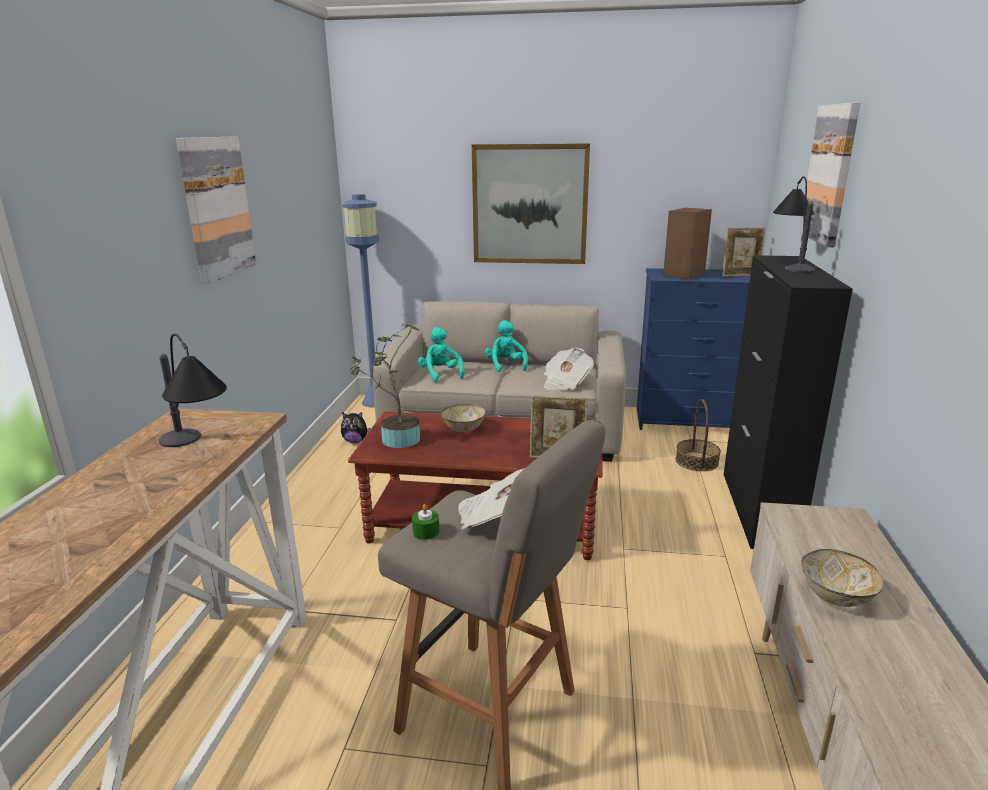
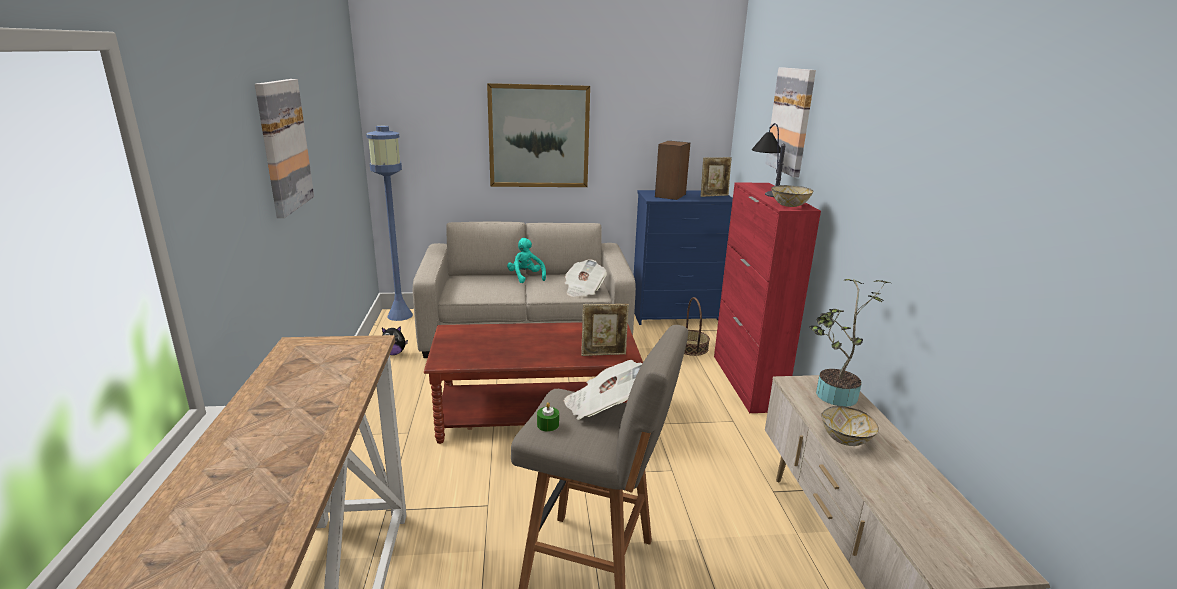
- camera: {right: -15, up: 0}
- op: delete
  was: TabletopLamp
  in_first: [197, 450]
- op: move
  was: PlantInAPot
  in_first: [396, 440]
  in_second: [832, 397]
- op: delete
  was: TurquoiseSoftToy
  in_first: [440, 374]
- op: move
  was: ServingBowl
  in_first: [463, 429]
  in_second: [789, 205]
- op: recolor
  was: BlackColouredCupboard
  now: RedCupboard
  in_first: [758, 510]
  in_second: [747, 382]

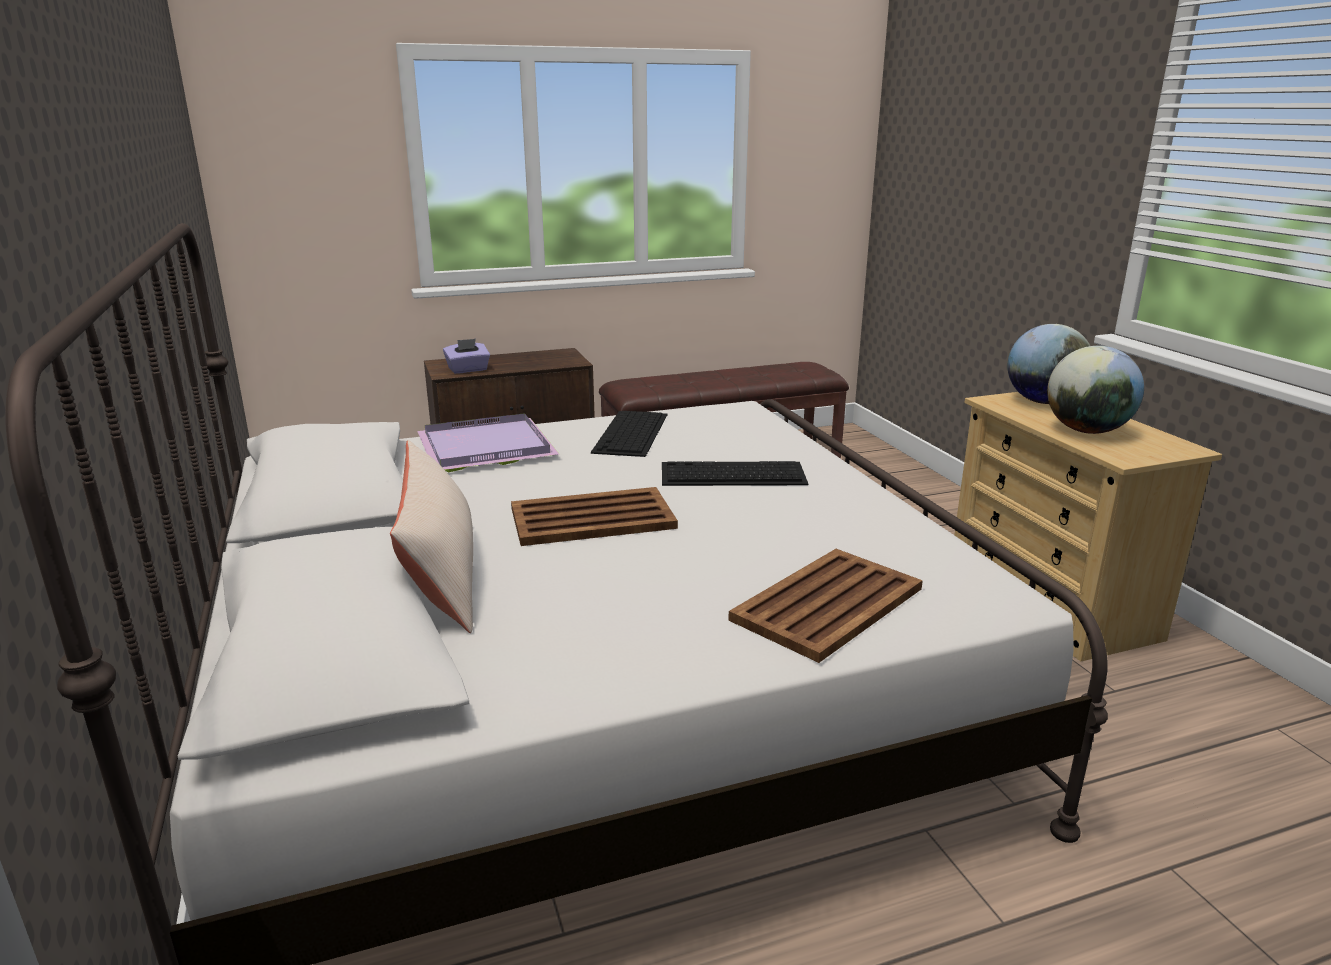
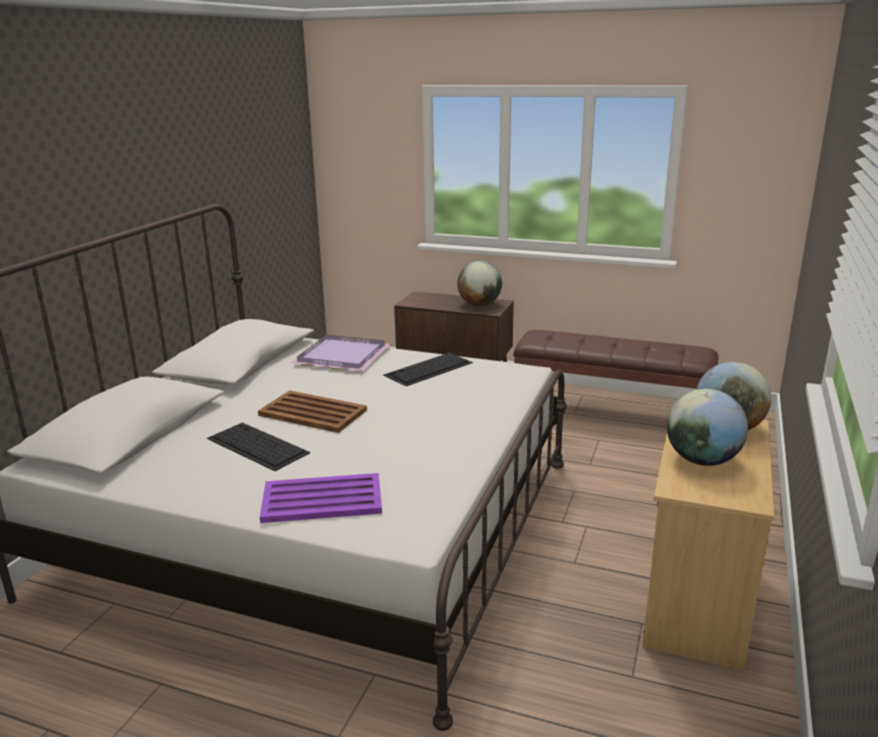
- camera: {right: 40, up: 0}
- op: delete
  was: SandColouredCushion
  in_first: [442, 575]
- op: delete
  was: PurpleColouredBoxOfTissues
  in_first: [468, 370]
- op: move
  was: Keyboard
  in_first: [731, 474]
  in_second: [256, 445]
- op: recolor
  was: BrownServingTray
  now: PurpleColouredServingTray
  in_first: [829, 603]
  in_second: [323, 499]
- op: insert
  now: Globe
  in_second: [479, 305]

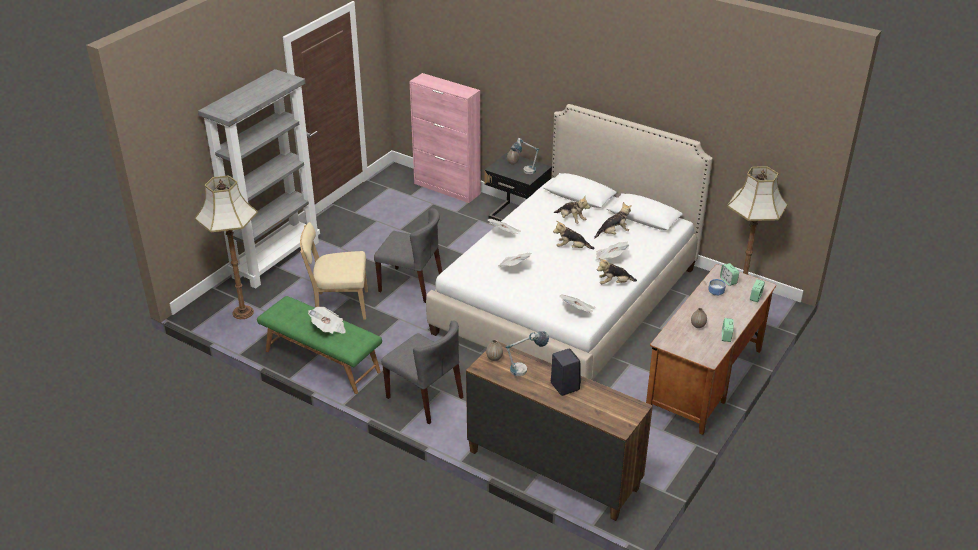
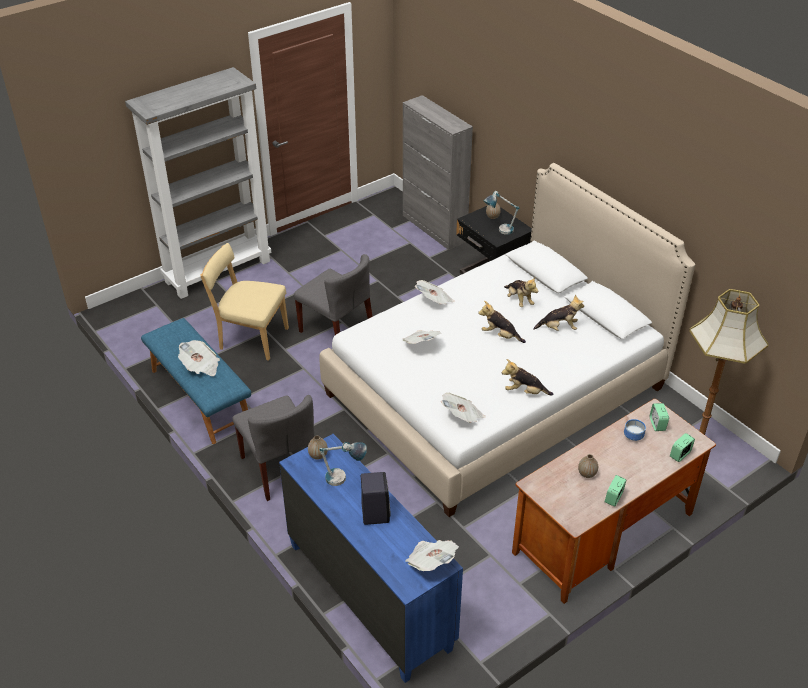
- camera: {right: 20, up: 5}
- op: delete
  was: StandardLamp
  in_first: [243, 312]
- op: recolor
  was: GreenBench
  now: BlueBench
  in_first: [321, 361]
  in_second: [199, 397]
- op: recolor
  was: PinkishCupboard
  now: GreyCupboard
  in_first: [447, 188]
  in_second: [434, 228]
- op: recolor
  was: BrownChestOfDrawers
  now: BlueChestOfDrawers
  in_first: [552, 469]
  in_second: [369, 595]
- op: move
  was: DailyPaper
  in_first: [610, 258]
  in_second: [431, 562]

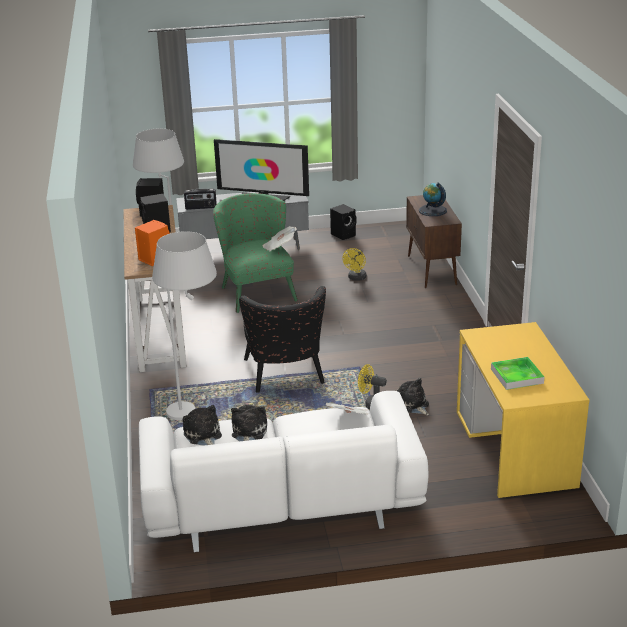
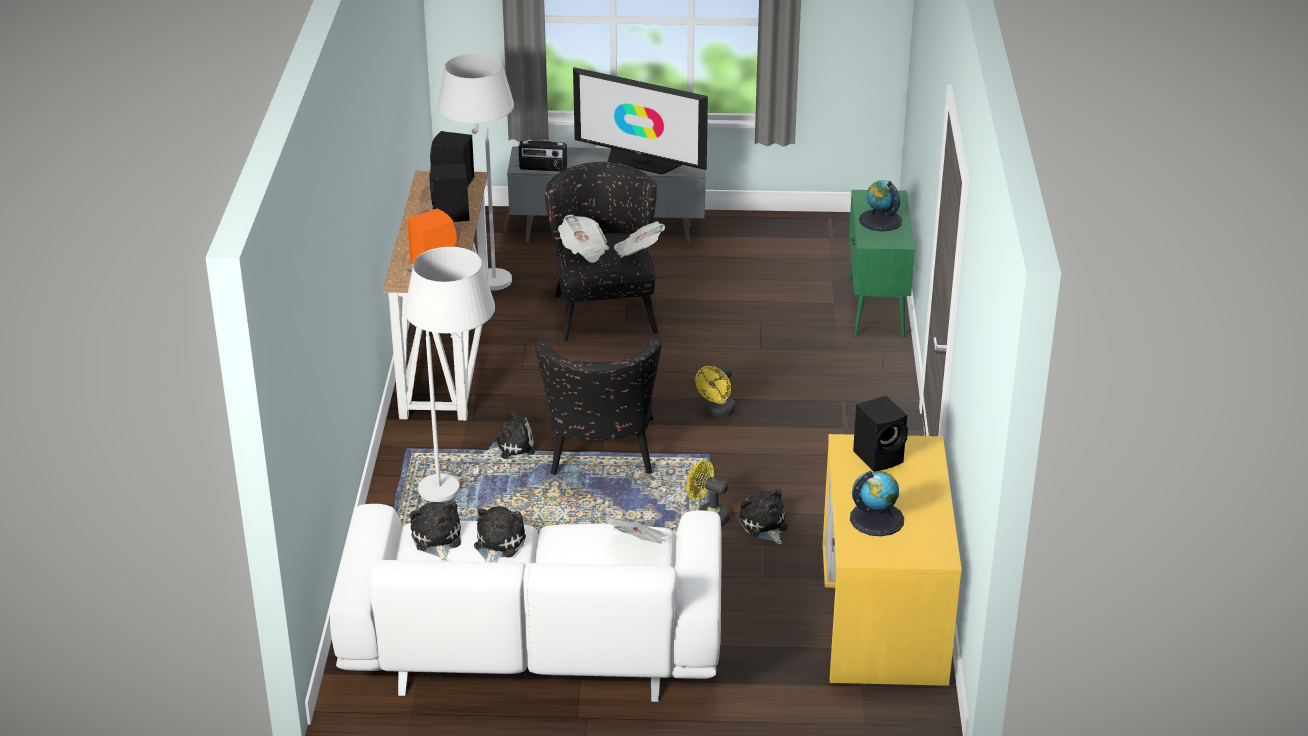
- camera: {right: 10, up: 5}
- op: recolor
  was: GreenEasyChair
  now: BlackColouredEasyChair
  in_first: [256, 290]
  in_second: [603, 307]
- op: move
  was: BlackColouredLoudspeaker
  in_first: [344, 234]
  in_second: [880, 457]
- op: move
  was: YellowFan
  in_first: [356, 278]
  in_second: [717, 412]
- op: recolor
  was: BrownCupboard
  now: GreenCupboard
  in_first: [432, 270]
  in_second: [876, 307]
- op: replace
  was: ServingTray
  now: Globe
  in_first: [517, 376]
  in_second: [877, 519]
- op: insert
  now: SoftToy
  in_second: [511, 447]
- op: insert
  now: DailyPaper
  in_second: [584, 250]

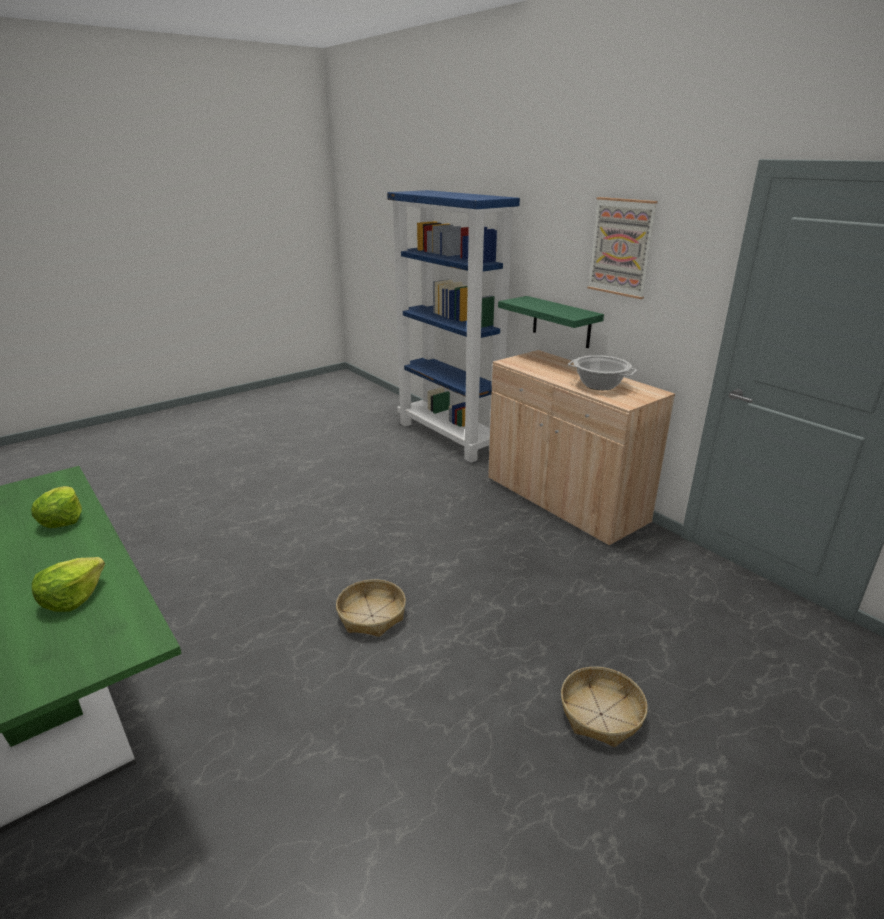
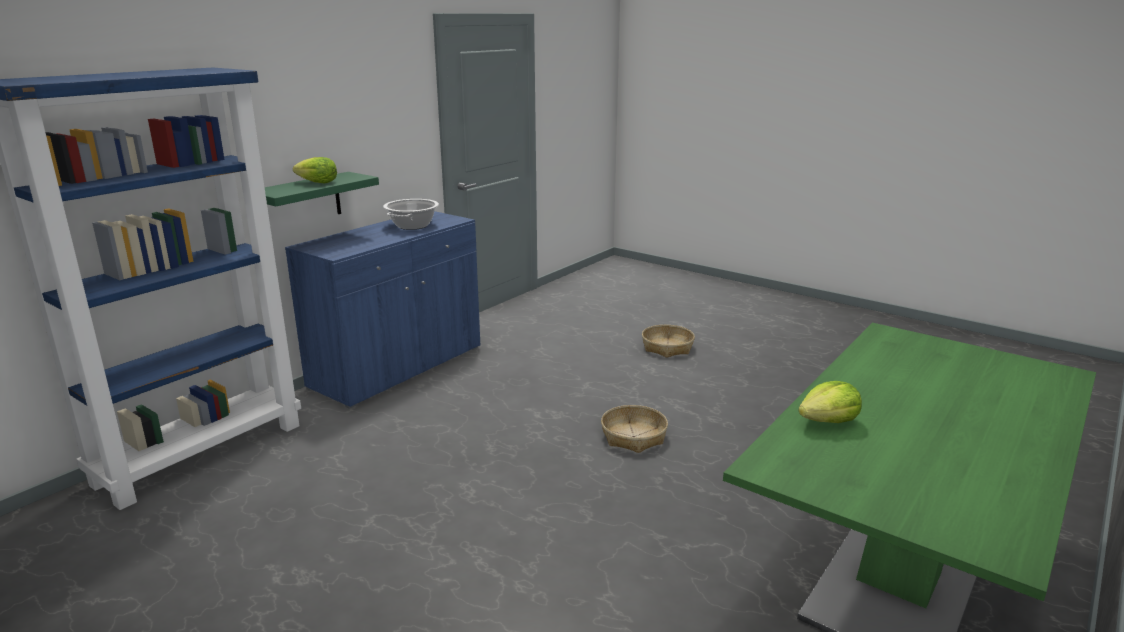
- camera: {right: -105, up: -5}
- op: move
  was: LettuceHead
  in_first: [72, 598]
  in_second: [317, 183]
- op: recolor
  was: SandColouredCupboard
  now: BlueCupboard
  in_first: [564, 501]
  in_second: [398, 367]
- op: delete
  was: Picture
  in_first: [621, 247]

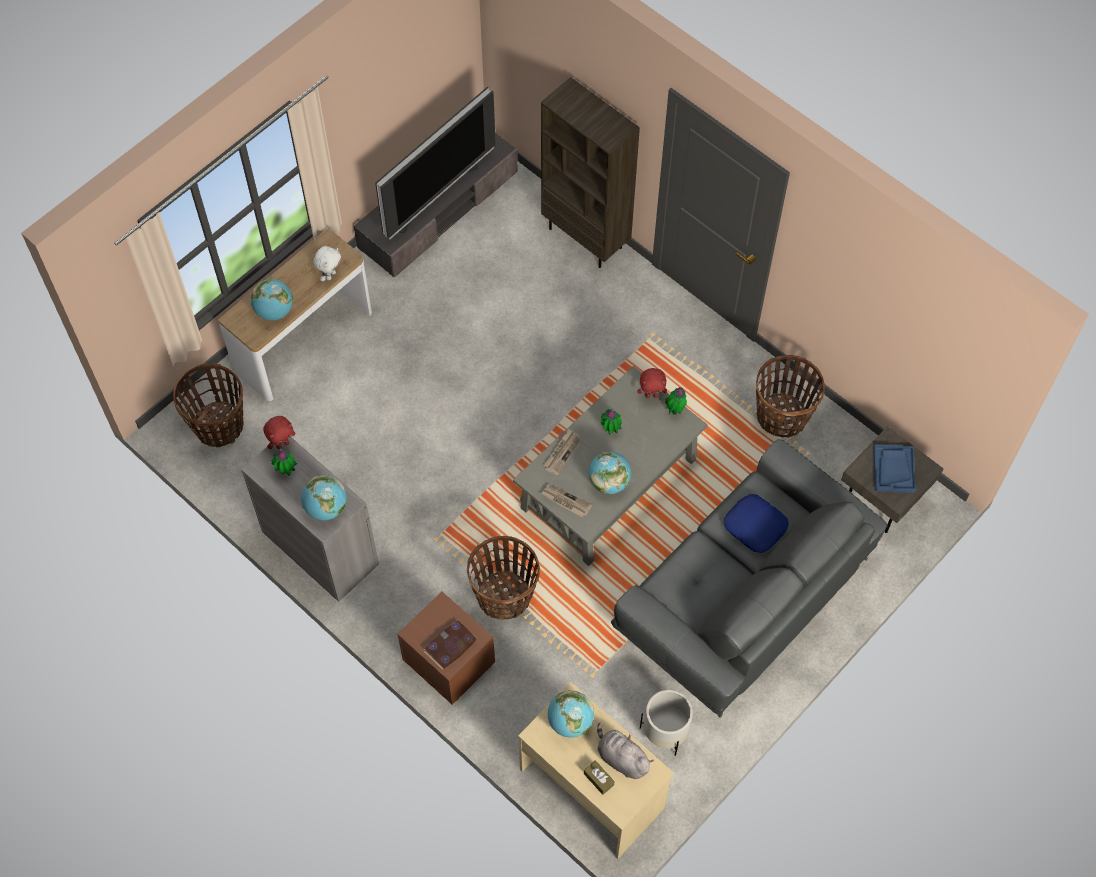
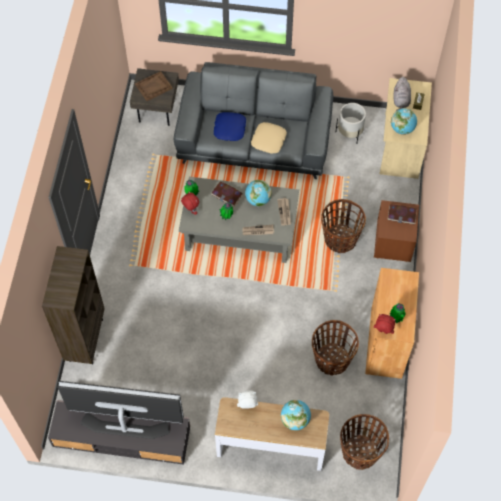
- camera: {right: -125, up: 0}
- op: recolor
  was: GreyCupboard
  now: BrownCupboard
  in_first: [320, 548]
  in_second: [386, 342]
- op: delete
  was: Globe
  in_first: [326, 508]
- op: move
  was: HouseholdBasket
  in_first: [782, 416]
  in_second: [332, 359]
- op: recolor
  was: BlueServingTray
  now: BrownServingTray
  in_first: [893, 469]
  in_second: [153, 87]
- op: insert
  now: BoundBook
  in_second: [227, 194]
- op: insert
  now: SandColouredCushion
  in_second: [269, 140]

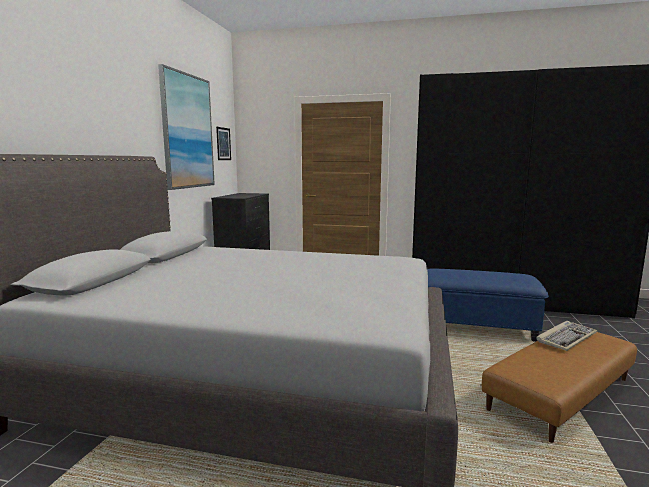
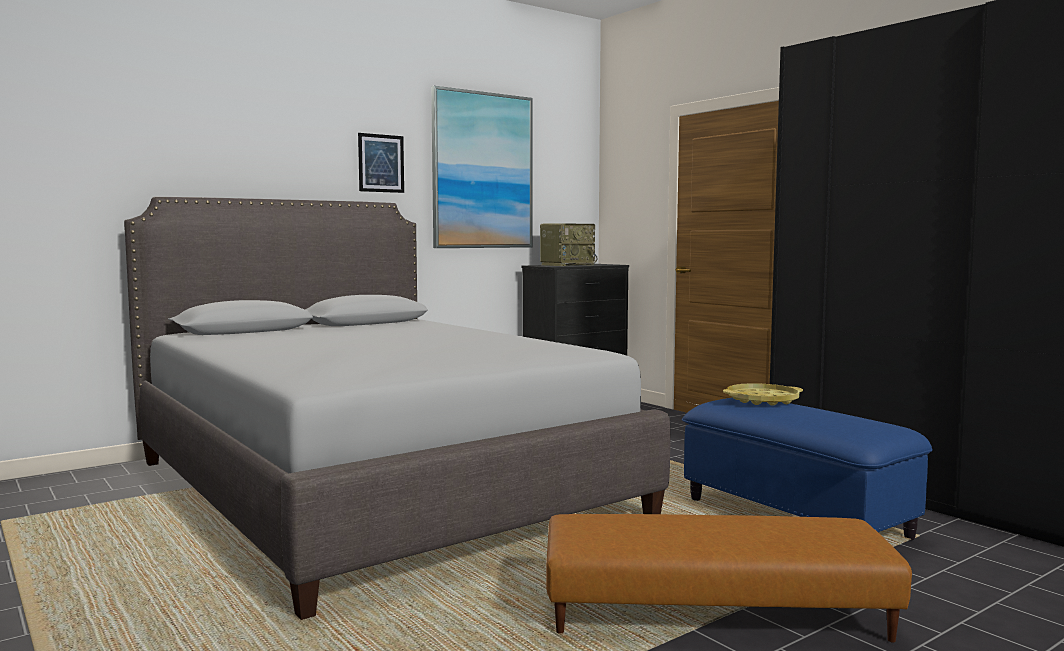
- camera: {right: 40, up: -5}
- op: move
  was: Picture
  in_first: [223, 144]
  in_second: [381, 163]
- op: delete
  was: Keyboard
  in_first: [566, 337]
- op: insert
  now: RadioReceiver
  in_second: [567, 265]
- op: insert
  now: YellowServingTray
  in_second: [762, 400]

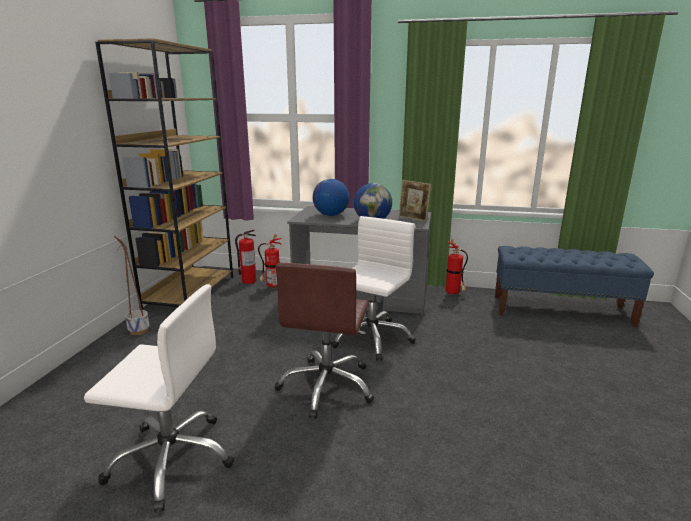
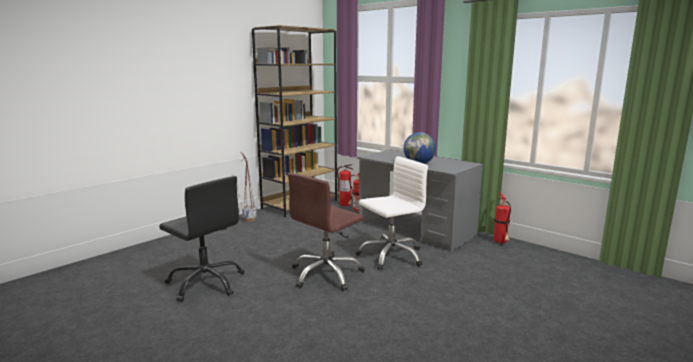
- camera: {right: 30, up: -5}
- op: recolor
  was: WhiteDeskChair
  now: BlackColouredDeskChair
  in_first: [172, 458]
  in_second: [206, 283]
- op: delete
  was: Globe
  in_first: [330, 215]
- op: delete
  was: StandingFrame
  in_first: [413, 219]
- op: delete
  was: BlueBench
  in_first: [561, 310]

